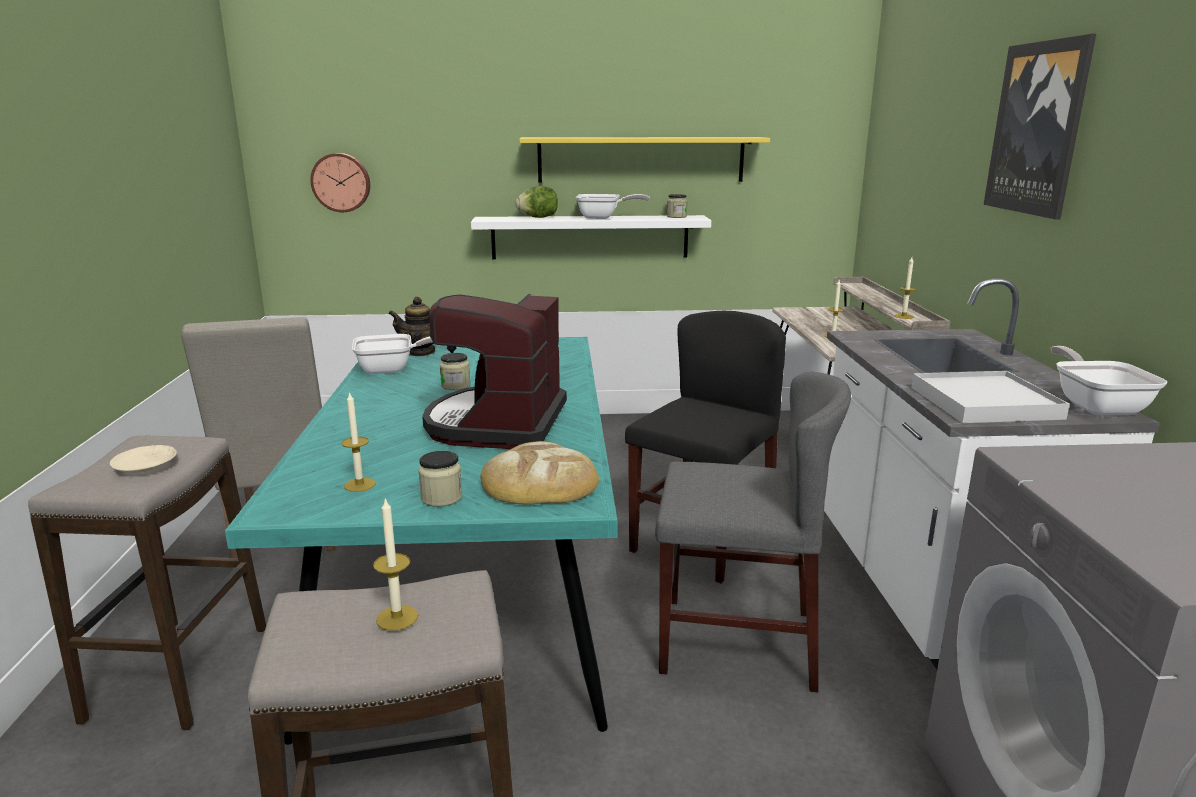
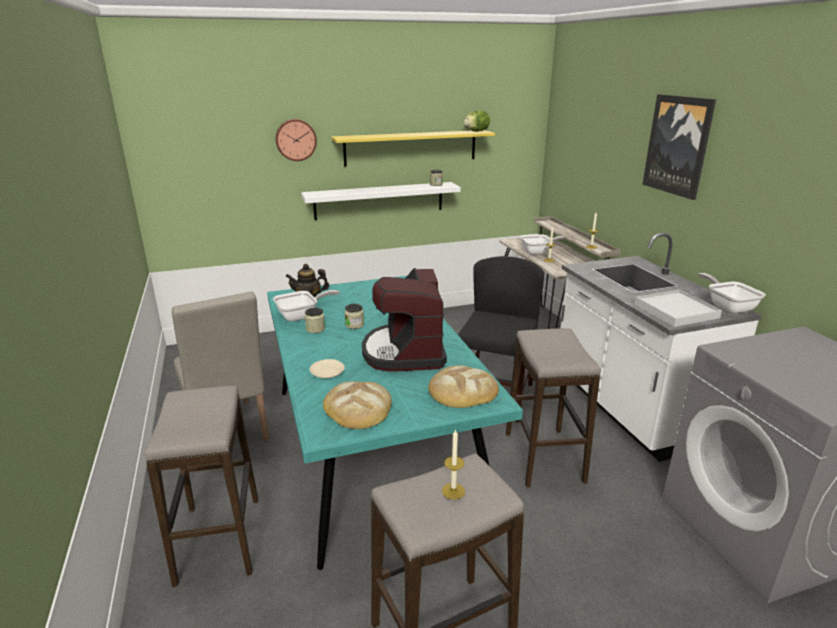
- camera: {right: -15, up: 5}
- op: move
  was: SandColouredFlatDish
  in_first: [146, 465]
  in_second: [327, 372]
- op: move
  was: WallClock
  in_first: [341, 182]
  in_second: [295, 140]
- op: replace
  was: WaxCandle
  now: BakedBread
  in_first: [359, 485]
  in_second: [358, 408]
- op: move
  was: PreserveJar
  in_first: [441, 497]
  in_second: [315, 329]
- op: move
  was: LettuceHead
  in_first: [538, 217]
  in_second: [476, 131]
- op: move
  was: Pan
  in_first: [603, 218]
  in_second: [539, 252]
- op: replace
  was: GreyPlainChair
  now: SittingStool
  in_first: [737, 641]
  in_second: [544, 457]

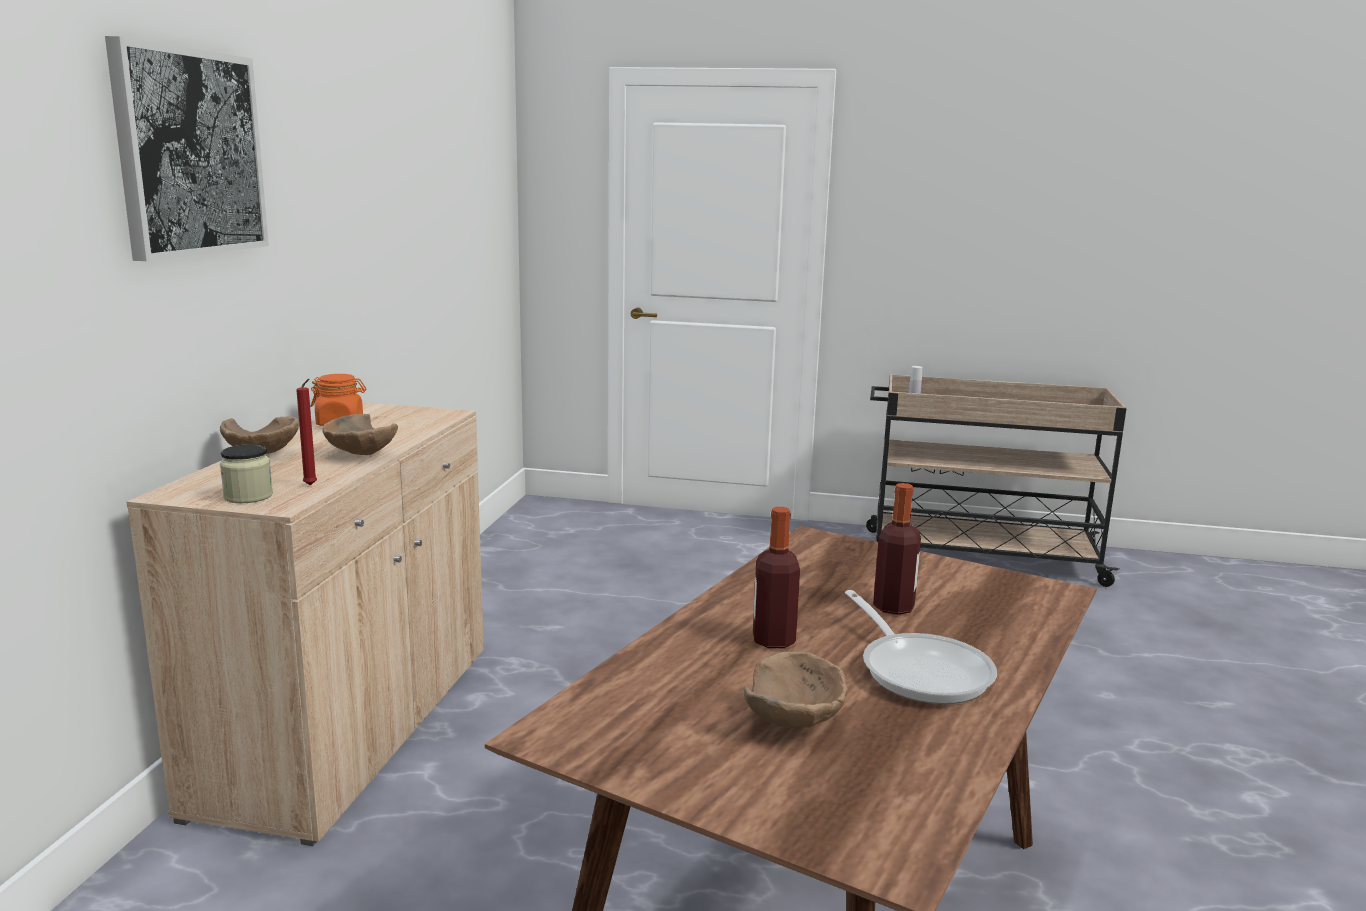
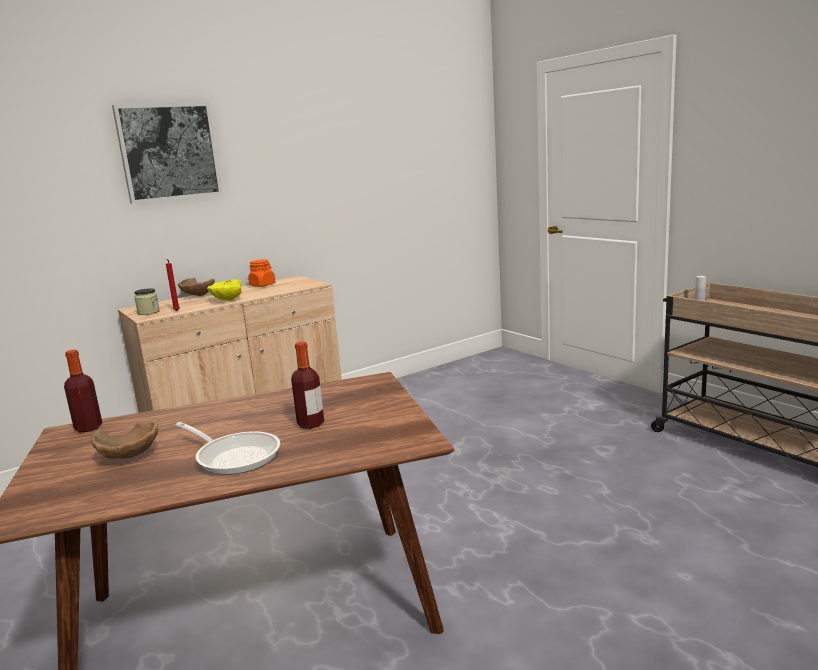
- camera: {right: 45, up: 0}
- op: recolor
  was: BrownServingBowl
  now: YellowServingBowl
  in_first: [359, 456]
  in_second: [226, 300]
- op: move
  was: Bottle
  in_first: [773, 640]
  in_second: [88, 428]
- op: rotate
  was: Pan
  in_first: [920, 670]
  in_second: [234, 456]
  clockwise: -75

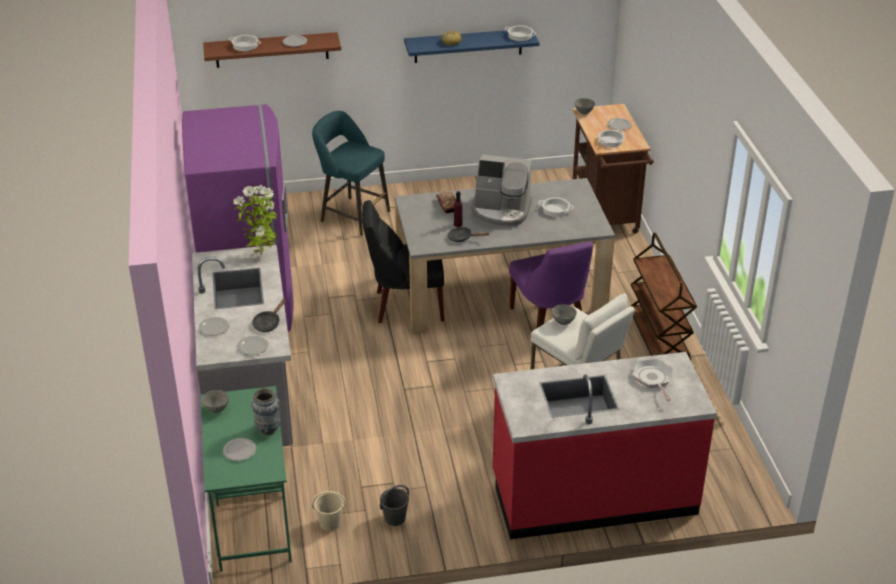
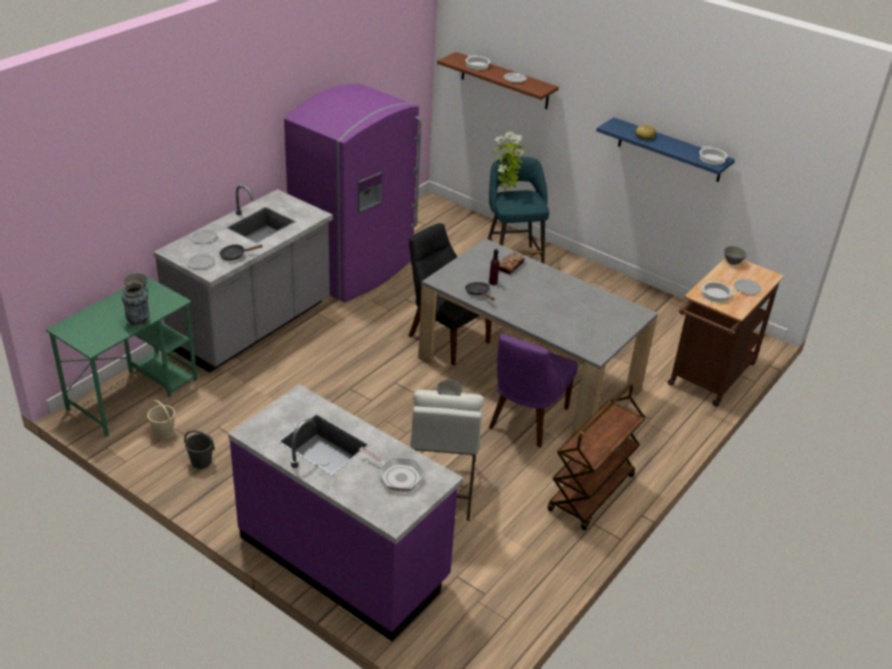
- camera: {right: 45, up: 0}
- op: delete
  was: FlatDish
  in_first: [240, 450]
- op: move
  was: PlantInAPot
  in_first: [261, 255]
  in_second: [505, 192]
- op: delete
  was: CoffeeBrewer
  in_first: [501, 211]
- op: recolor
  was: RedCounter
  now: PurpleColouredCounter
  in_first: [593, 494]
  in_second: [344, 558]
- op: delete
  was: Saucepot
  in_first: [556, 209]
- op: rotate
  was: Pan
  in_first: [653, 379]
  in_second: [397, 476]
  clockwise: 90

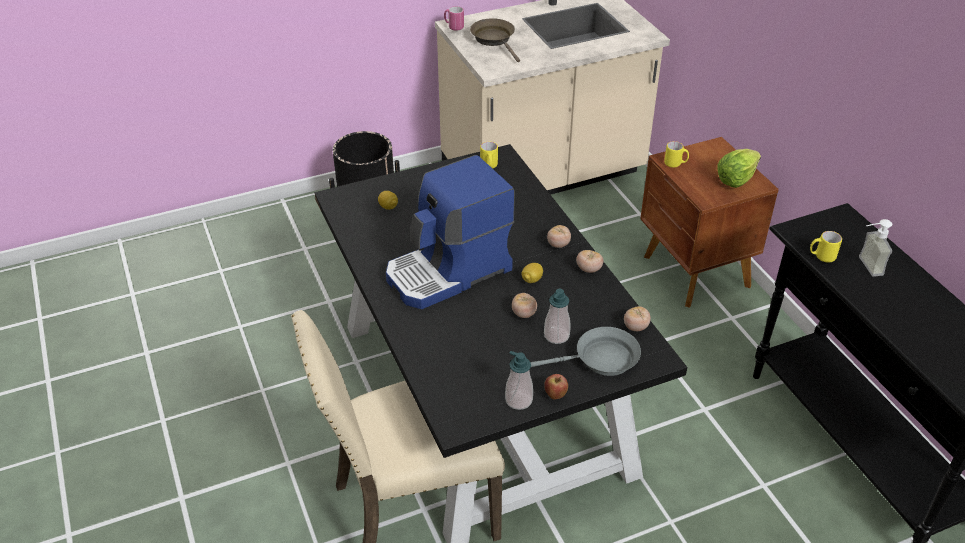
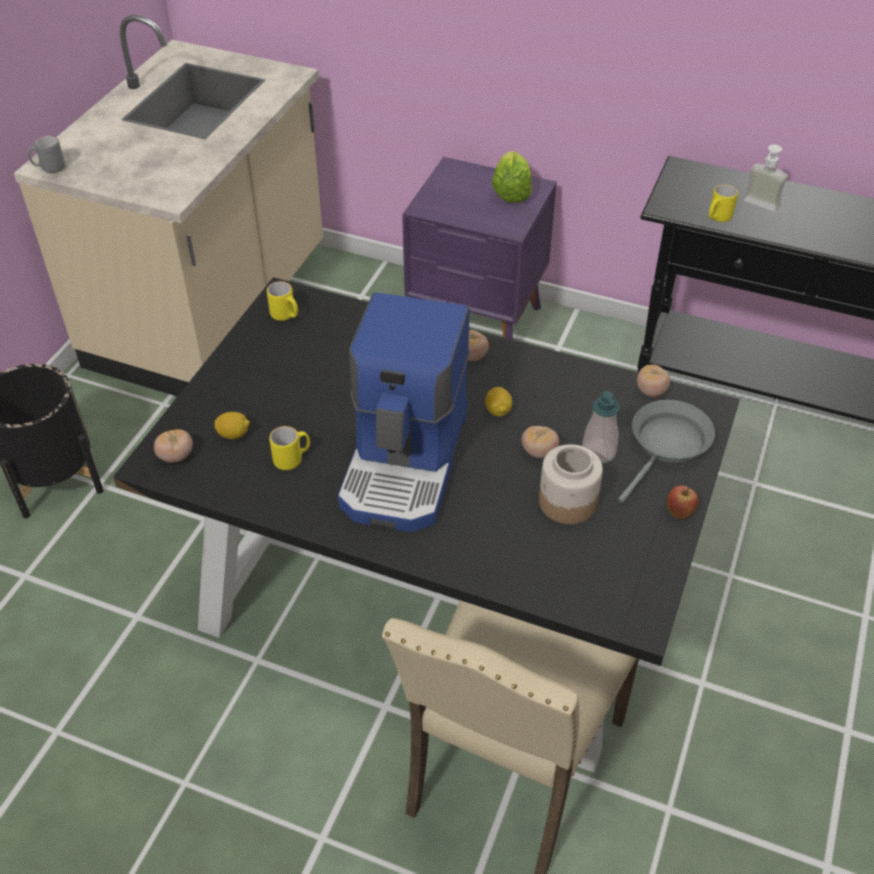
- camera: {right: -45, up: 5}
- op: recolor
  was: PinkishCoffeeMug
  now: GreyCoffeeMug
  in_first: [453, 27]
  in_second: [49, 168]
- op: delete
  was: BrownPan
  in_first: [494, 39]
- op: delete
  was: SoapBottle
  in_first: [518, 400]
- op: move
  was: WholeTomato
  in_first: [589, 269]
  in_second: [176, 456]
- op: recolor
  was: BrownBedsideTable
  now: PurpleColouredBedsideTable
  in_first: [695, 272]
  in_second: [479, 323]
- op: move
  was: YellowCoffeeMug
  in_first: [675, 164]
  in_second: [292, 459]
- op: insert
  now: PreserveJar
  in_second: [567, 503]

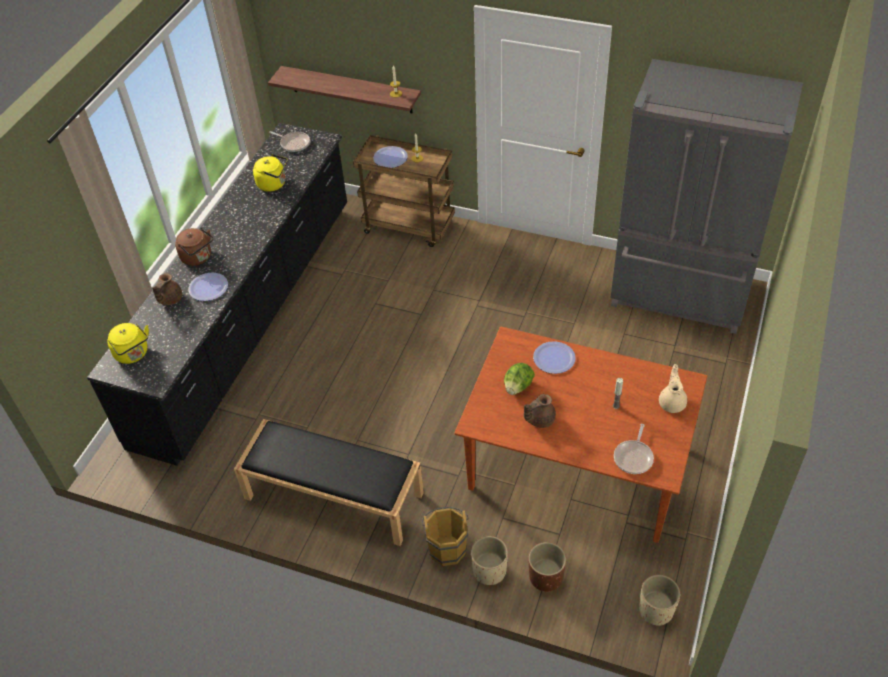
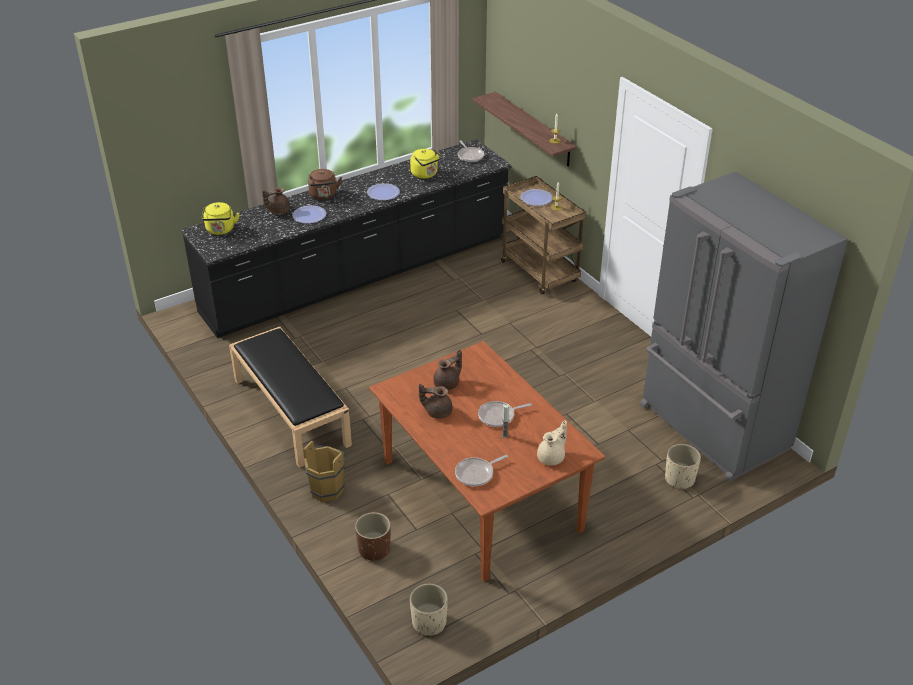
- camera: {right: 35, up: -10}
- op: move
  was: SandColouredPlantPot
  in_first: [489, 571]
  in_second: [679, 479]
- op: replace
  was: LettuceHead
  now: BrownTeapot
  in_first: [518, 387]
  in_second: [447, 384]
- op: move
  was: FlatDish
  in_first: [554, 358]
  in_second: [383, 193]
- op: insert
  now: Pan
  in_second: [498, 416]

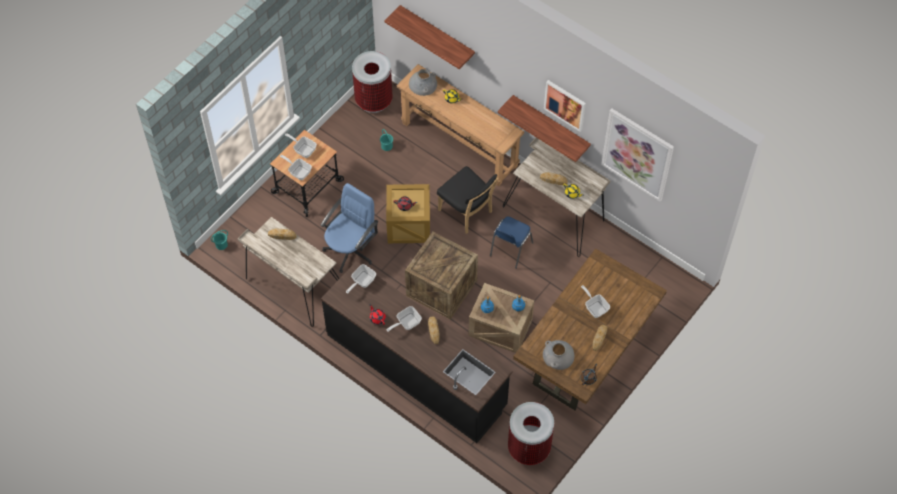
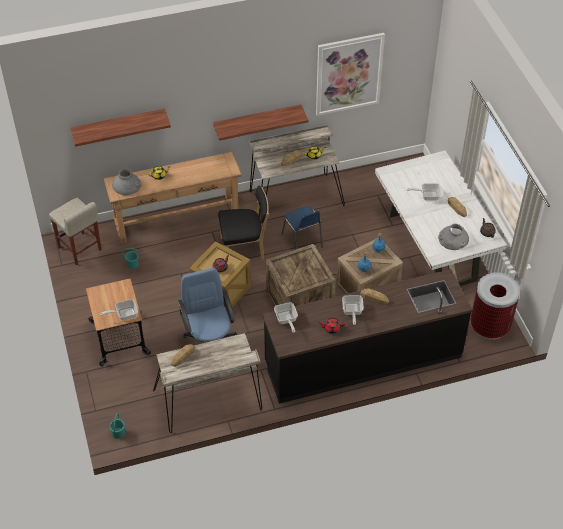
- camera: {right: -55, up: -10}
- op: delete
  was: Pan
  in_first: [303, 149]
- op: replace
  was: RubbishBin
  now: SandColouredSittingStool
  in_first: [373, 100]
  in_second: [80, 249]
- op: recolor
  was: BrownDiningTable
  now: WhiteDiningTable
  in_first: [585, 353]
  in_second: [431, 247]
- op: delete
  was: Picture
  in_first: [565, 105]

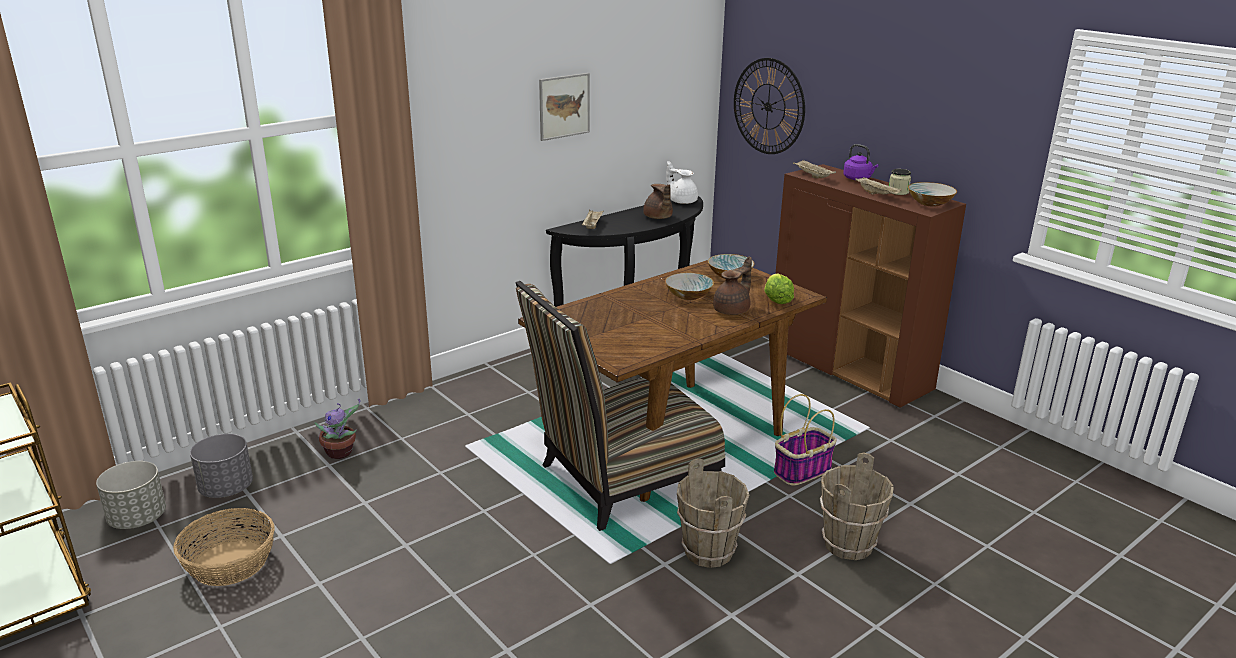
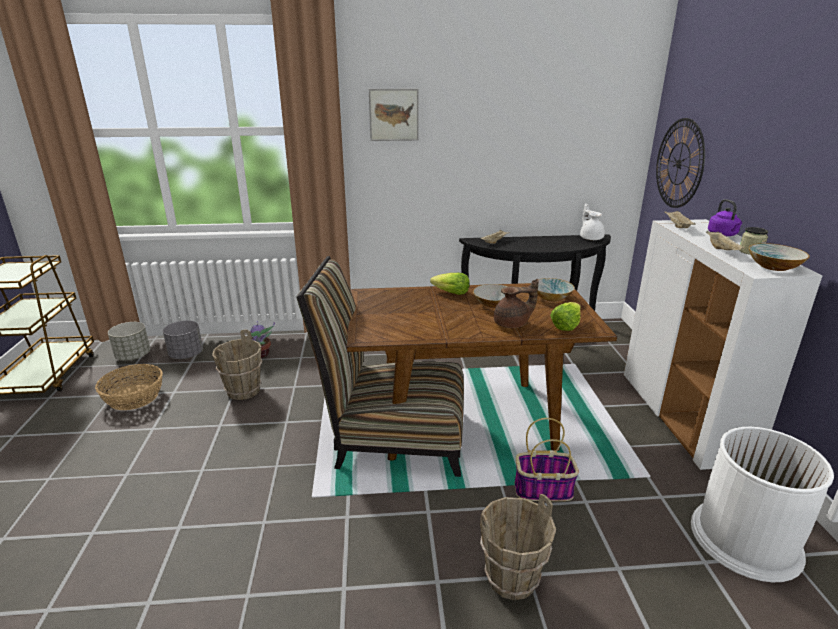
- camera: {right: 35, up: 0}
- op: move
  was: Picture
  in_first: [564, 106]
  in_second: [394, 115]
- op: delete
  was: BrownTeapot
  in_first: [658, 217]
- op: move
  was: BrownWaterBucket
  in_first: [709, 551]
  in_second: [244, 391]
- op: recolor
  was: BrownCupboard
  now: WhiteCupboard
  in_first: [849, 370]
  in_second: [683, 418]
- op: insert
  now: LettuceHead
  in_second: [451, 293]
- op: insert
  now: WhiteRubbishBin
  in_second: [745, 539]

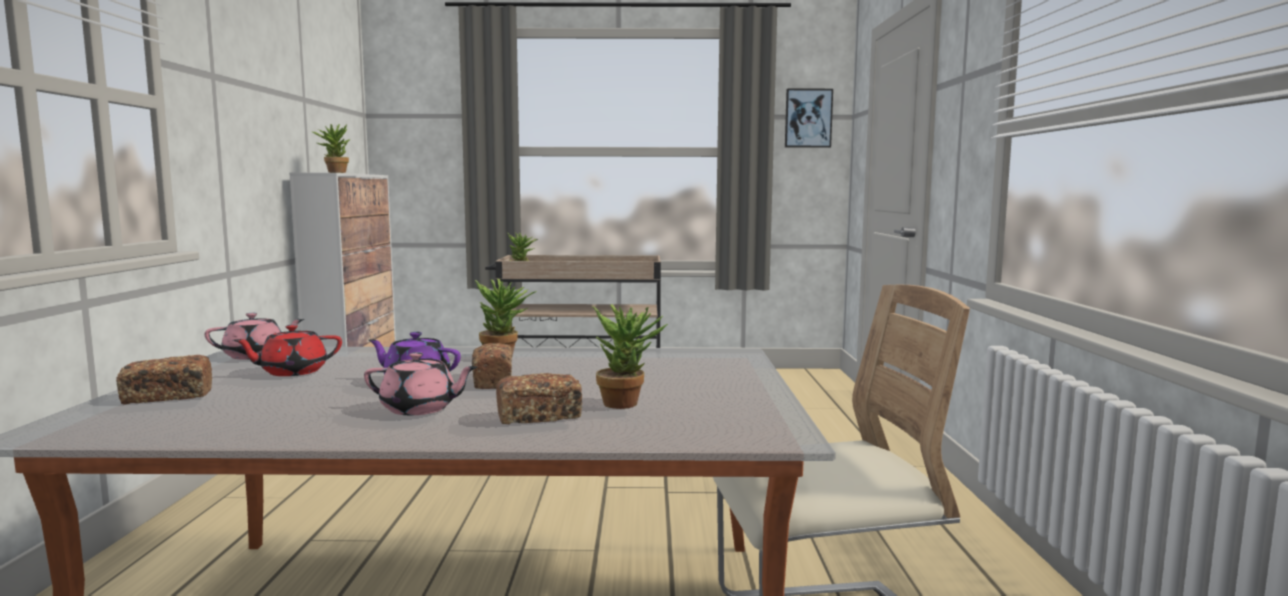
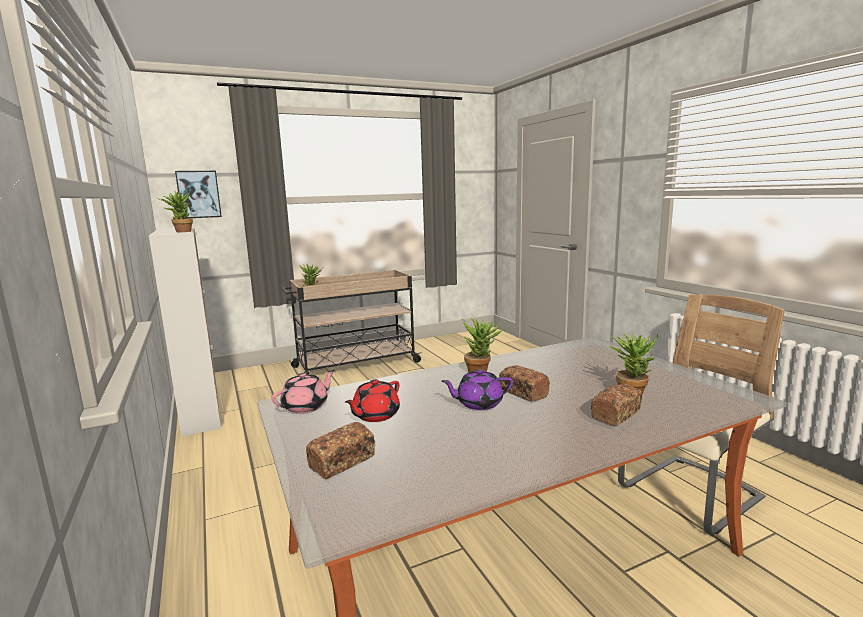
- camera: {right: -25, up: 5}
- op: delete
  was: PinkishTeapot
  in_first: [420, 409]
- op: move
  was: Picture
  in_first: [808, 118]
  in_second: [198, 194]

